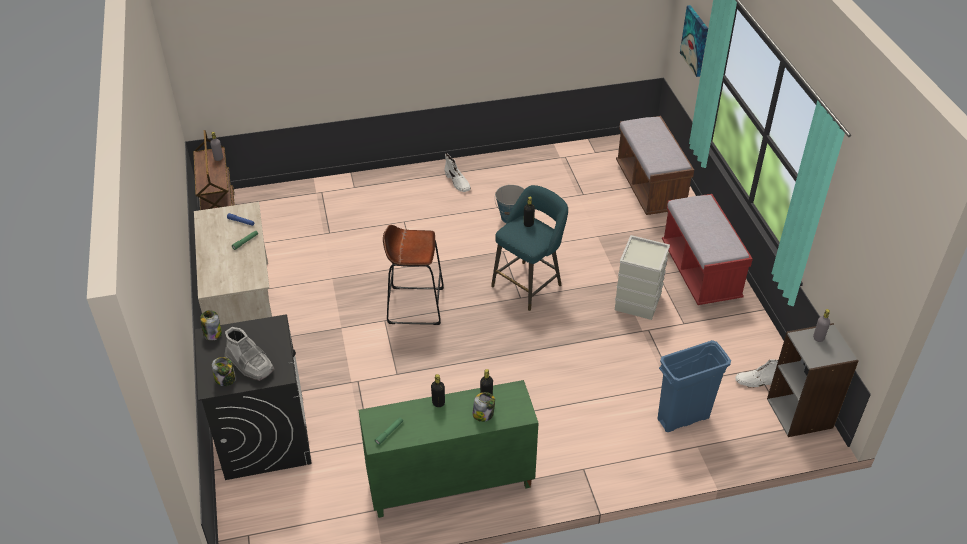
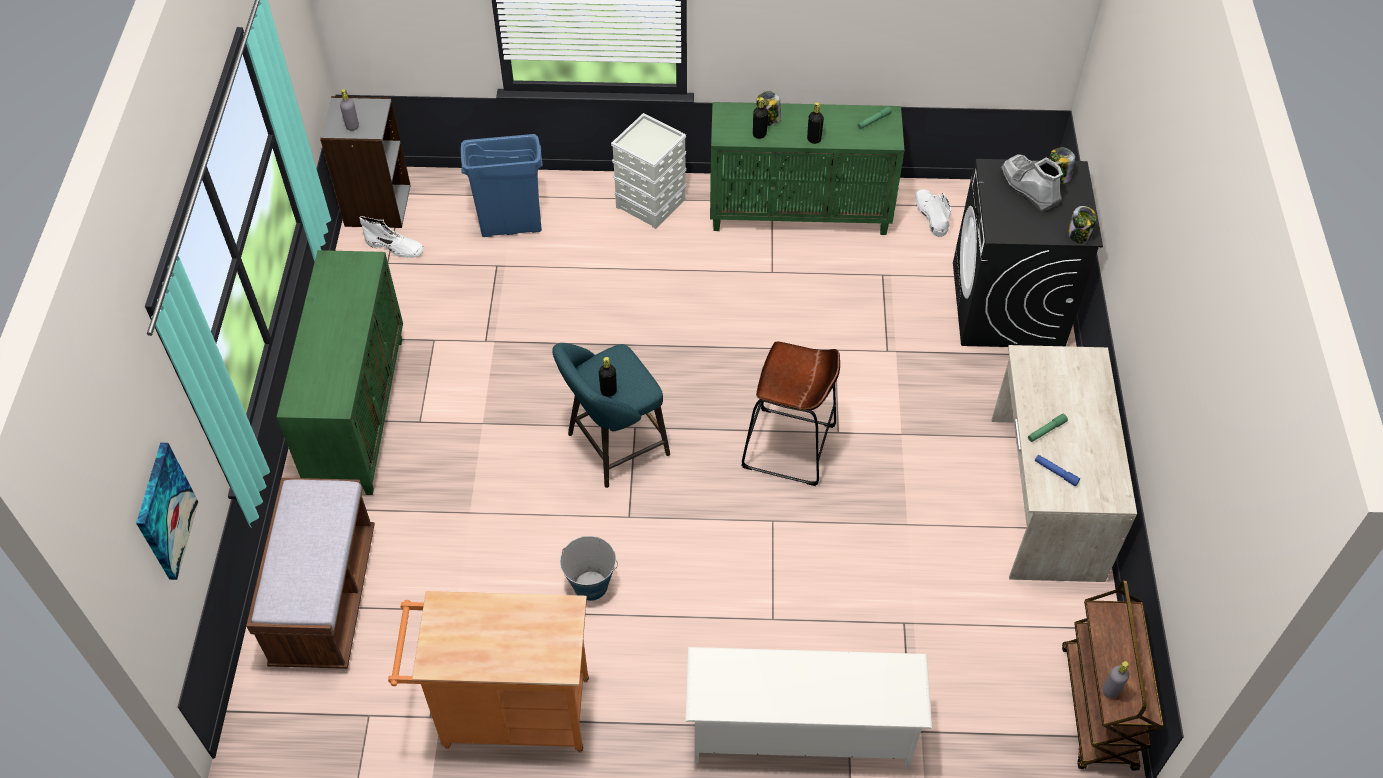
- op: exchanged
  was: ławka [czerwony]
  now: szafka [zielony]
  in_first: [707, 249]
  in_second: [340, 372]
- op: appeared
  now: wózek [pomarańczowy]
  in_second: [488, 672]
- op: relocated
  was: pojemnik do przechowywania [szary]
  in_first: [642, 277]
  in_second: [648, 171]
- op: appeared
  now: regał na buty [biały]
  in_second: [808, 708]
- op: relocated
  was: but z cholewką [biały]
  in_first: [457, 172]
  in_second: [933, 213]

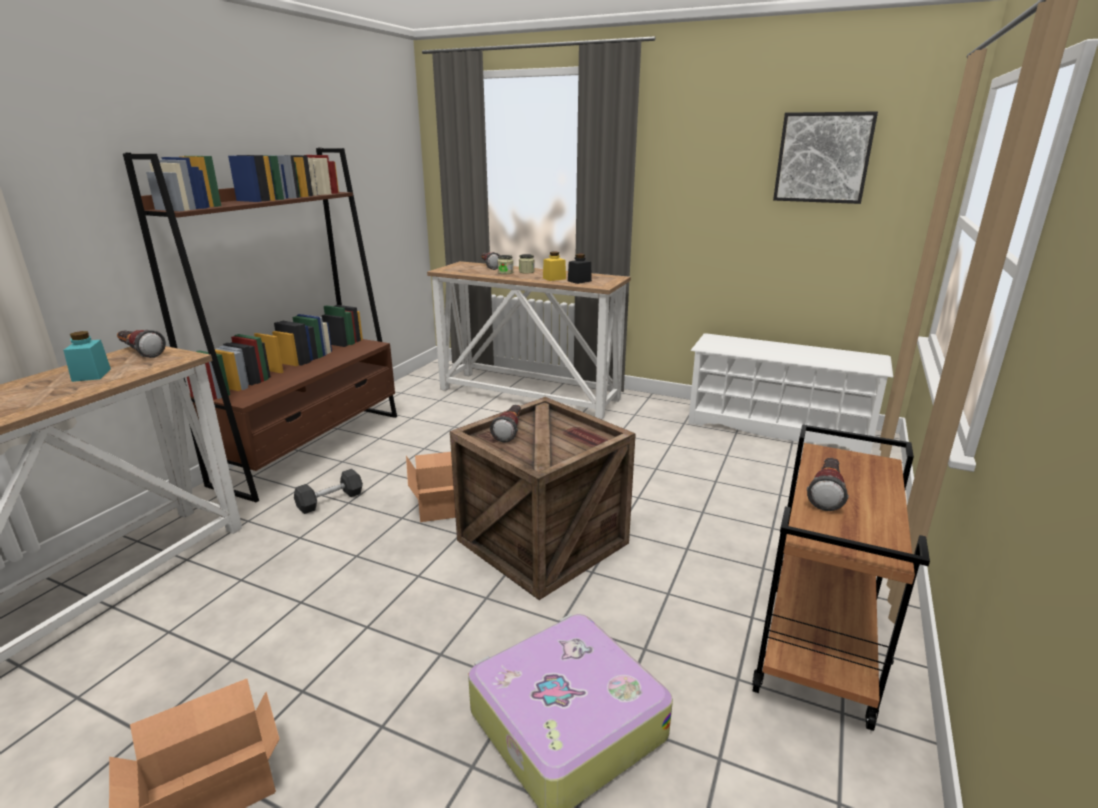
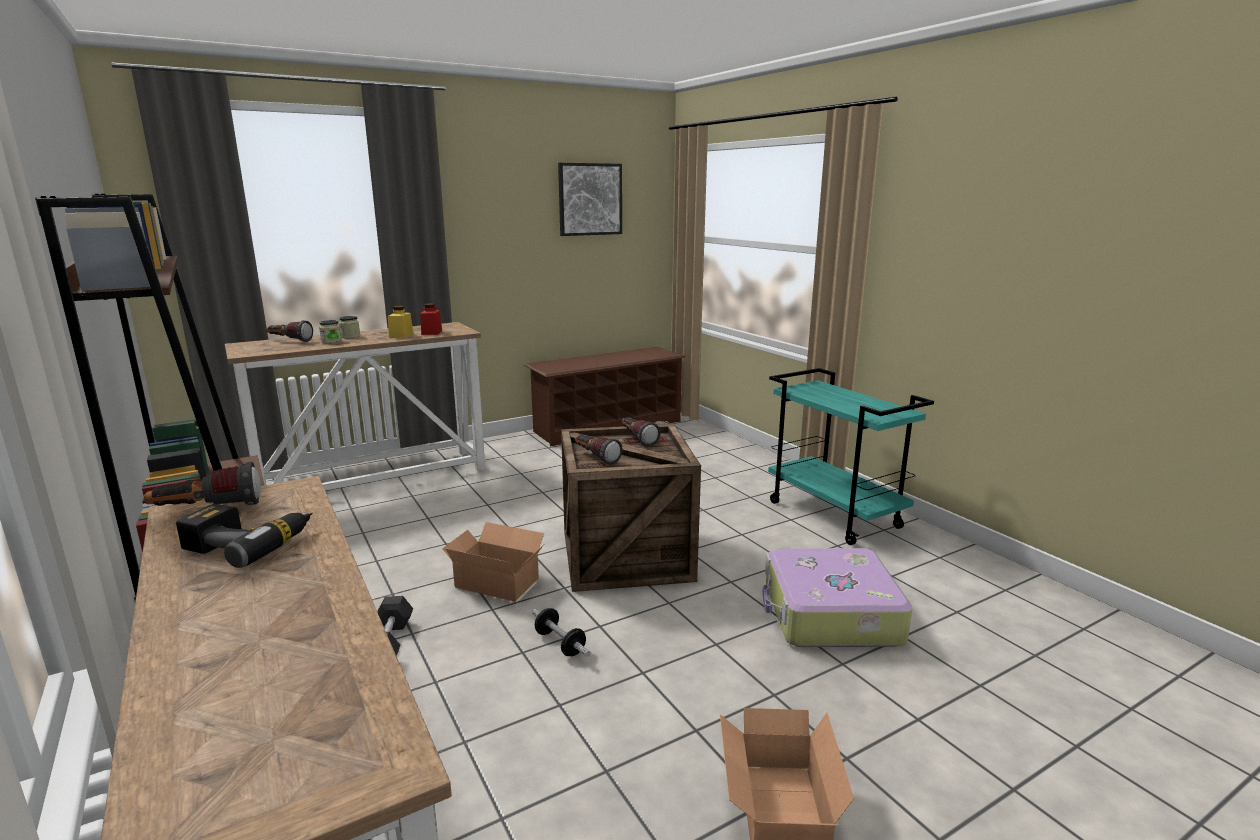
- op: exchanged
  was: słoik [turkusowy]
  now: wiertarka
  in_first: [87, 356]
  in_second: [244, 536]
- op: colour
  was: słoik [czarny]
  now: słoik [czerwony]
  in_first: [580, 269]
  in_second: [431, 319]
- op: colour
  was: regał na buty [biały]
  now: regał na buty [brązowy]
  in_first: [790, 393]
  in_second: [605, 396]
- op: appeared
  now: hantel
  in_second: [561, 632]
- op: relocated
  was: latarka
  in_first: [828, 484]
  in_second: [641, 432]
- op: colour
  was: wózek [brązowy]
  now: wózek [turkusowy]
  in_first: [841, 577]
  in_second: [851, 456]

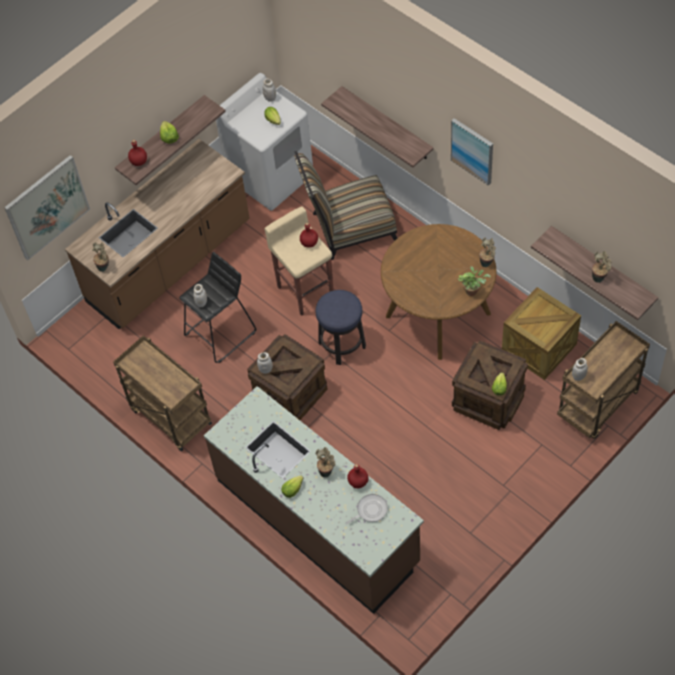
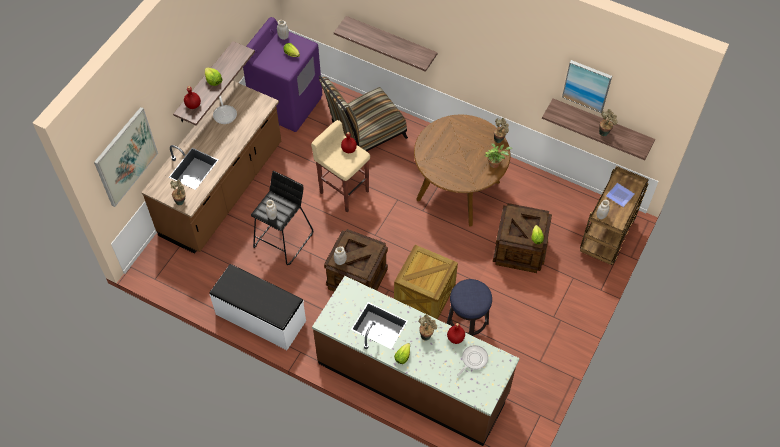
- op: exchanged
  was: wózek [brązowy]
  now: ławka [biały]
  in_first: [162, 393]
  in_second: [257, 307]
- op: appeared
  now: patelnia
  in_second: [225, 109]
- op: colour
  was: pralka [biały]
  now: pralka [fioletowy]
  in_first: [264, 142]
  in_second: [282, 74]
- op: relocated
  was: skrzynka
  in_first: [541, 333]
  in_second: [426, 282]
- op: relocated
  was: stołek
  in_first: [340, 327]
  in_second: [469, 307]
- op: relocated
  was: obraz
  in_first: [472, 152]
  in_second: [587, 86]
- op: appeared
  now: talerz
  in_second: [620, 195]

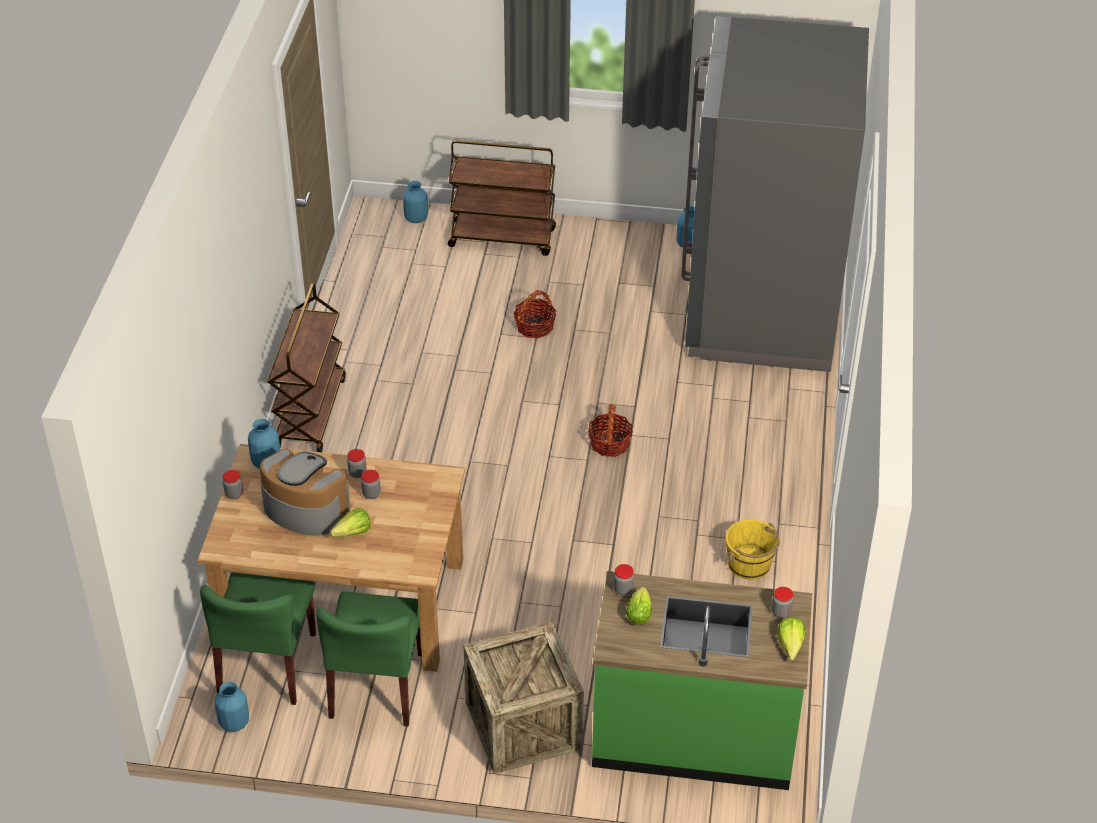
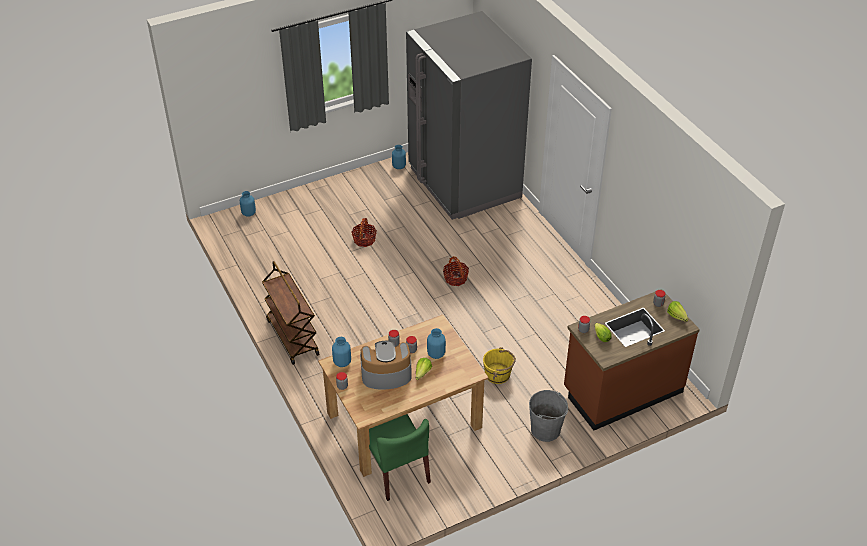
- op: relocated
  was: wazon [niebieski]
  in_first: [232, 707]
  in_second: [436, 343]
- op: relocated
  was: wiadro [żółty]
  in_first: [752, 549]
  in_second: [499, 365]
- op: exchanged
  was: skrzynka
  now: wiadro [szary]
  in_first: [523, 698]
  in_second: [548, 416]
- op: colour
  was: zabudowa kuchenna [zielony]
  now: zabudowa kuchenna [brązowy]
  in_first: [702, 680]
  in_second: [632, 360]
- op: missing
  was: krzesło [zielony]
  in_first: [369, 659]
- op: missing
  was: wózek [brązowy]
  in_first: [502, 198]

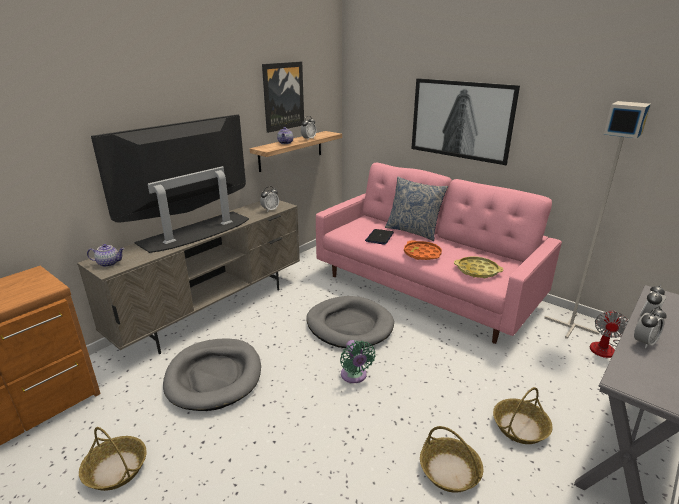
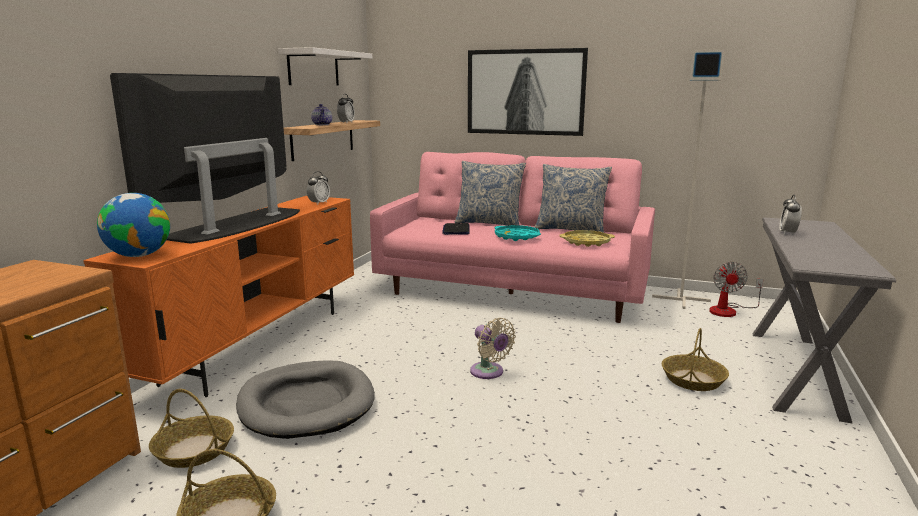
- op: colour
  was: szafka pod telewizor [beżowy]
  now: szafka pod telewizor [pomarańczowy]
  in_first: [188, 277]
  in_second: [218, 296]
- op: exchanged
  was: imbryk
  now: globus
  in_first: [106, 255]
  in_second: [133, 225]
- op: relocated
  was: koszyk
  in_first: [451, 459]
  in_second: [191, 428]
- op: exchanged
  was: obraz
  now: półka [biały]
  in_first: [283, 97]
  in_second: [325, 66]
- op: colour
  was: wentylator [zielony]
  now: wentylator [beżowy]
  in_first: [358, 361]
  in_second: [493, 348]
- op: colour
  was: taca [pomarańczowy]
  now: taca [turkusowy]
  in_first: [423, 250]
  in_second: [518, 233]
- op: appeared
  now: poduszka
  in_second: [573, 198]
- op: missing
  was: legowisko [szary]
  in_first: [350, 322]
- op: missing
  was: budzik
  in_first: [650, 327]

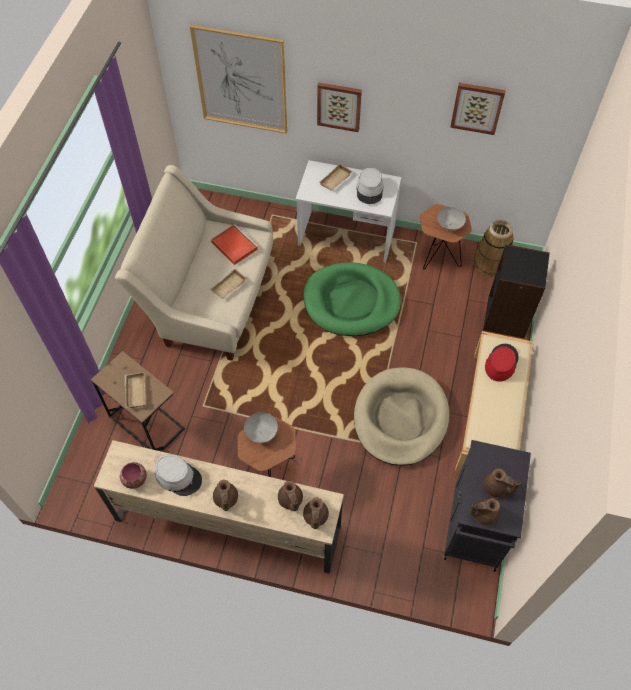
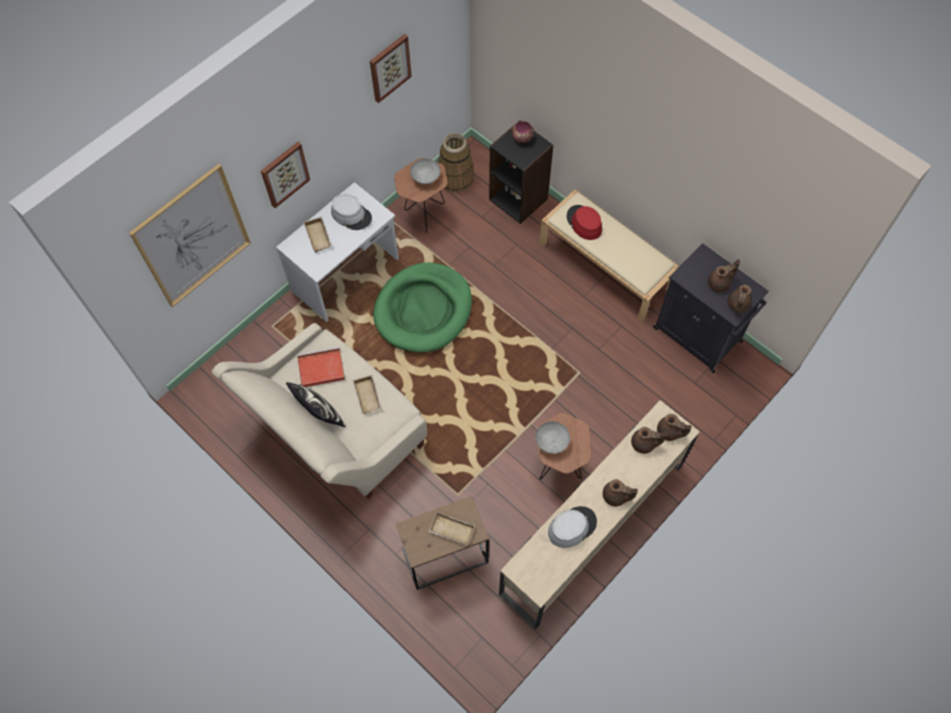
- op: appeared
  now: poduszka
  in_second: [316, 404]
- op: relocated
  was: miska
  in_first: [133, 475]
  in_second: [523, 132]
- op: missing
  was: legowisko [beżowy]
  in_first: [401, 416]

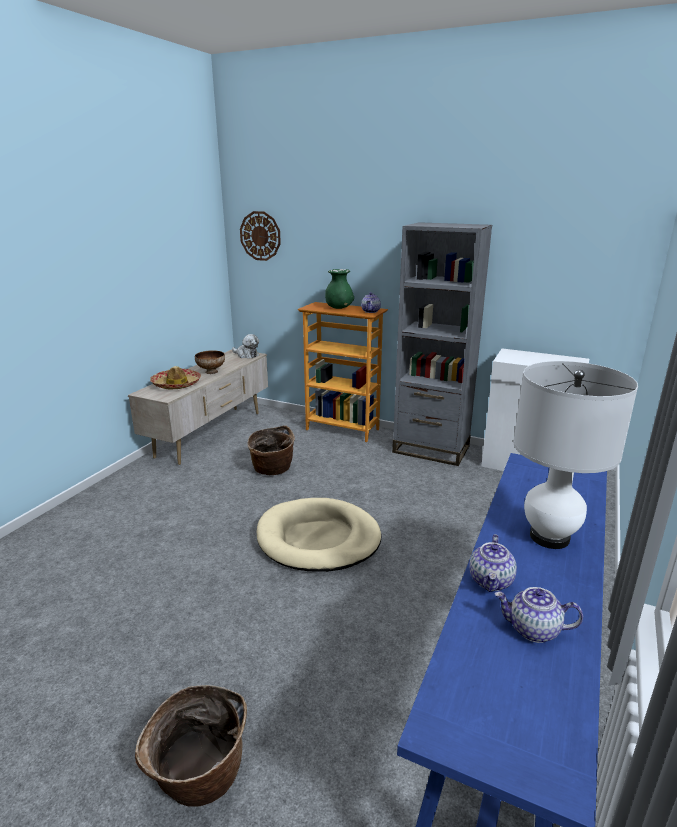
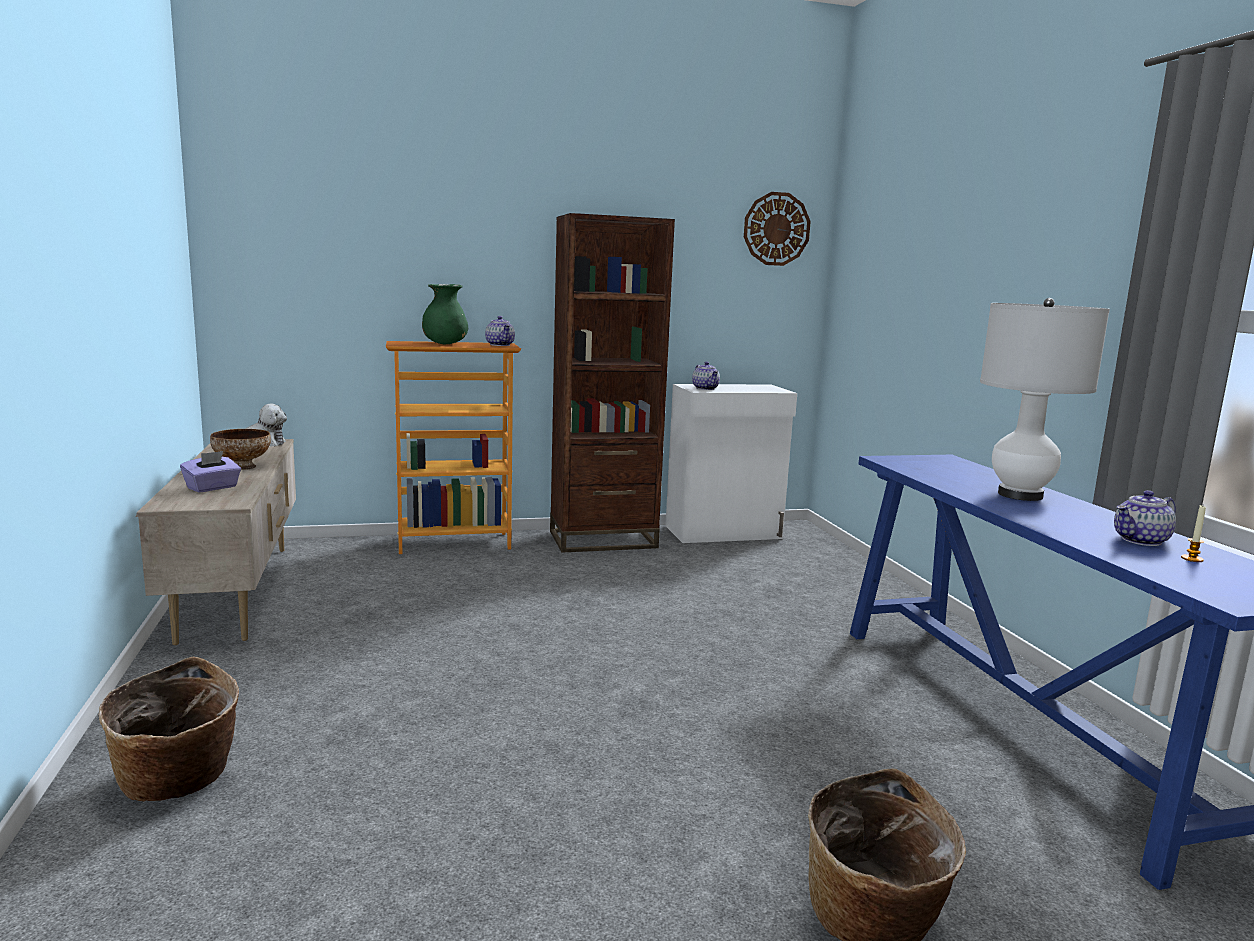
- op: relocated
  was: koszyk
  in_first: [271, 450]
  in_second: [169, 729]
- op: exchanged
  was: kapelusz
  now: pudełko chusteczek [fioletowy]
  in_first: [175, 377]
  in_second: [210, 472]
- op: colour
  was: regał [szary]
  now: regał [brązowy]
  in_first: [442, 344]
  in_second: [612, 382]
- op: relocated
  was: imbryk
  in_first: [493, 563]
  in_second: [706, 376]
- op: relocated
  was: zegar ścienny
  in_first: [260, 236]
  in_second: [777, 229]
- op: appeared
  now: świeca
  in_second: [1193, 533]
- op: missing
  was: legowisko [beżowy]
  in_first: [319, 535]

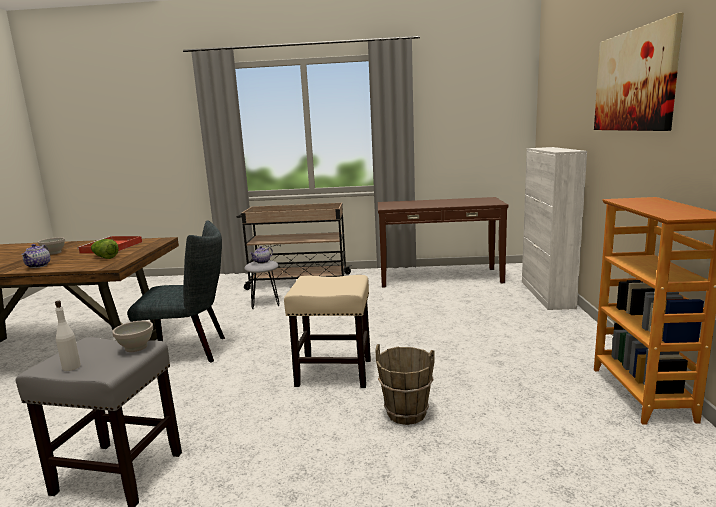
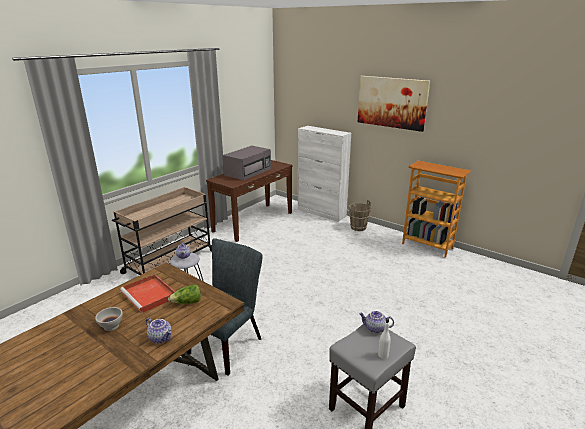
- op: appeared
  now: mikrofalówka [szary]
  in_second: [247, 163]
- op: relocated
  was: wiadro [brązowy]
  in_first: [405, 384]
  in_second: [360, 215]
- op: exchanged
  was: miska [biały]
  now: imbryk
  in_first: [132, 336]
  in_second: [376, 322]
- op: missing
  was: stołek [beżowy]
  in_first: [327, 331]

